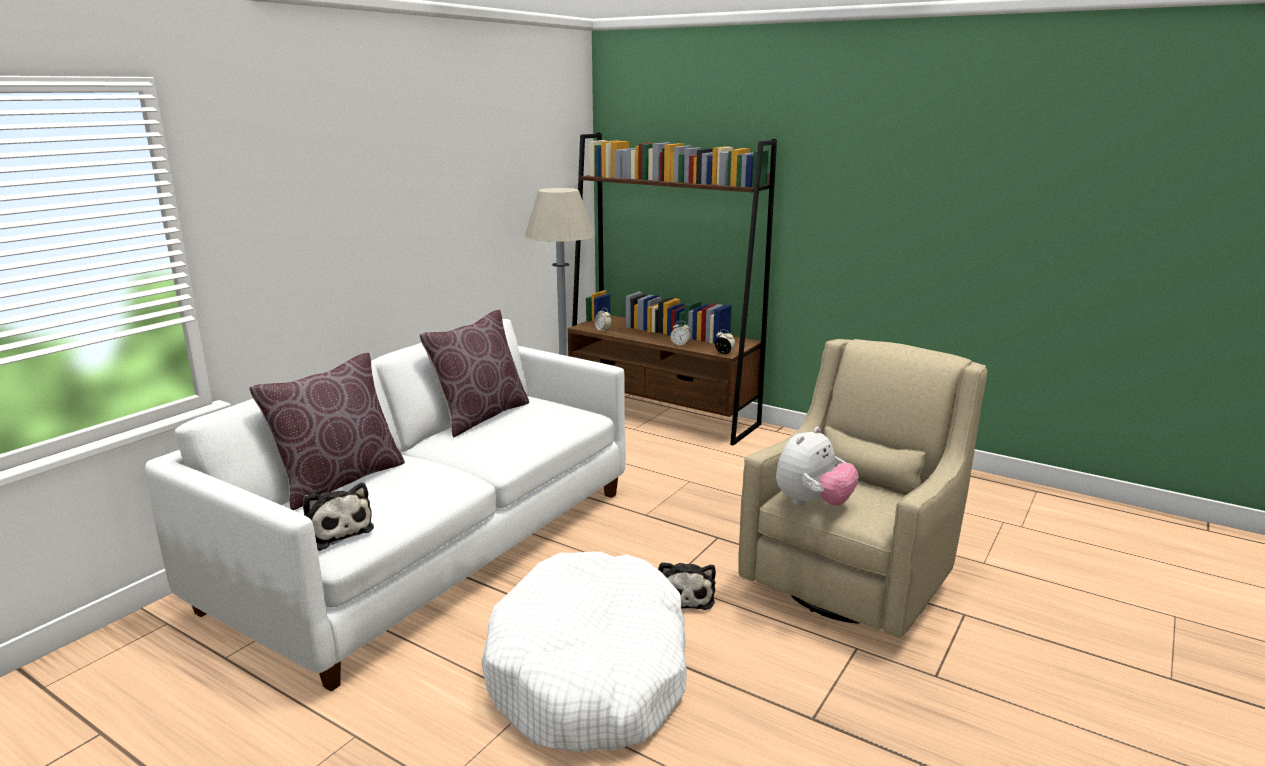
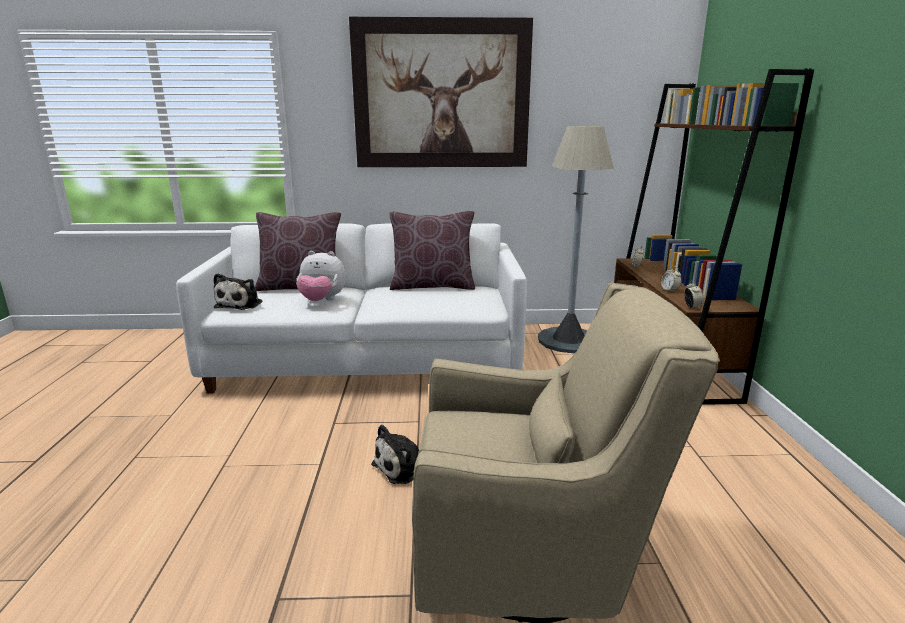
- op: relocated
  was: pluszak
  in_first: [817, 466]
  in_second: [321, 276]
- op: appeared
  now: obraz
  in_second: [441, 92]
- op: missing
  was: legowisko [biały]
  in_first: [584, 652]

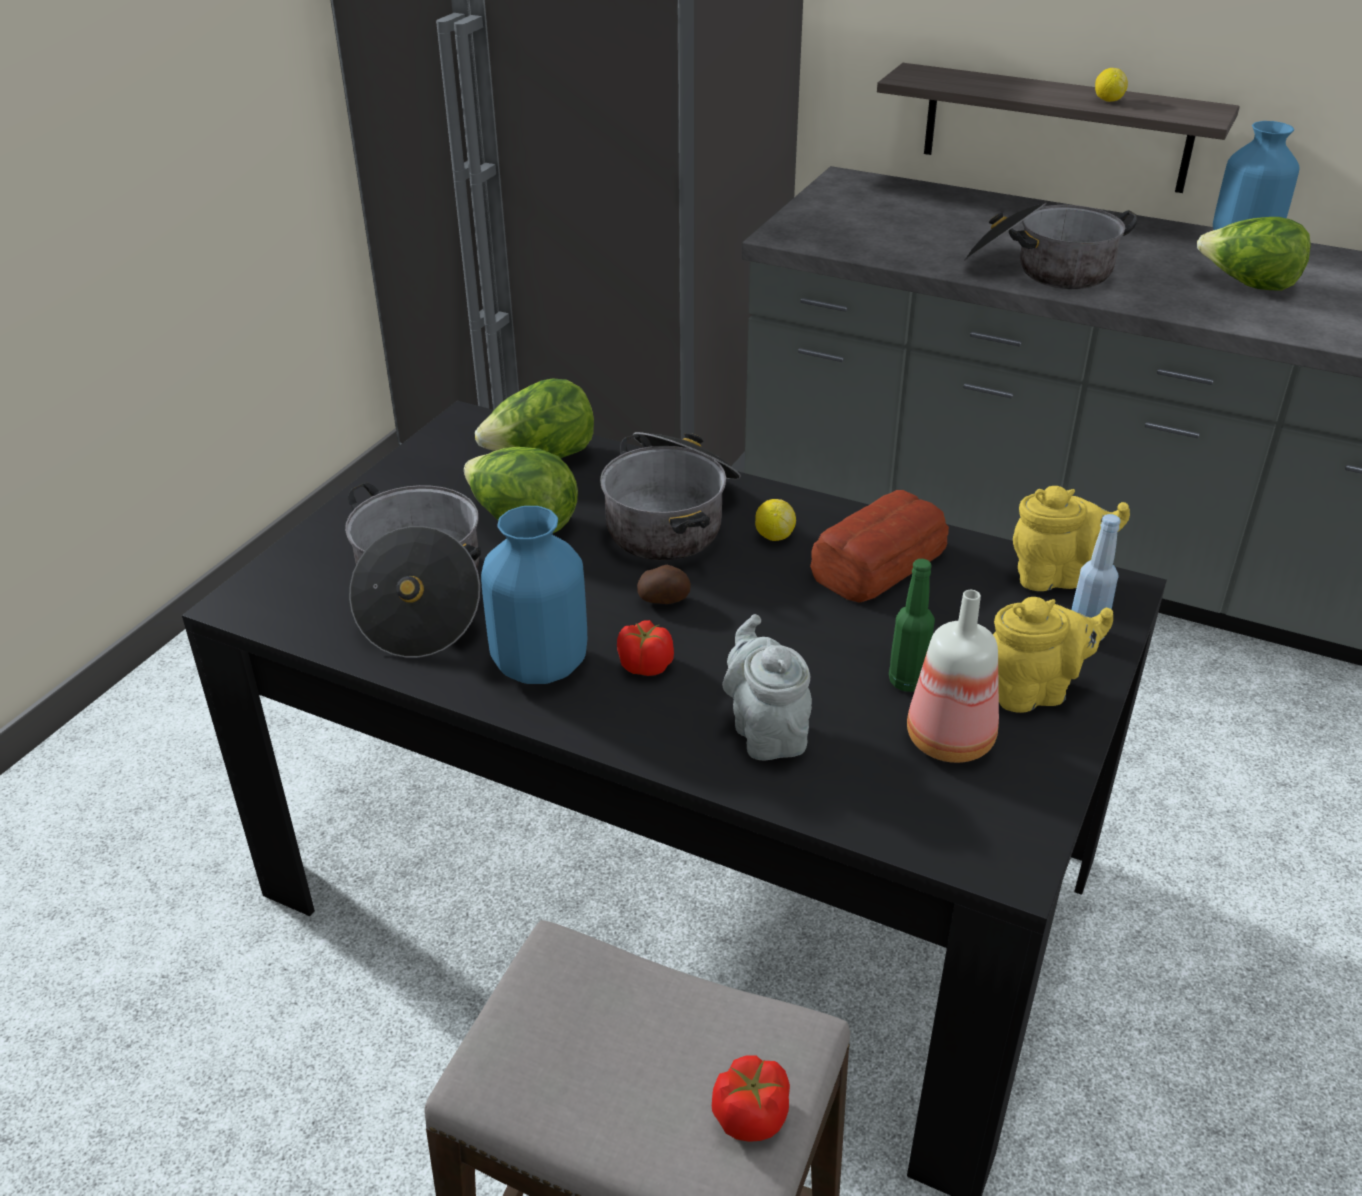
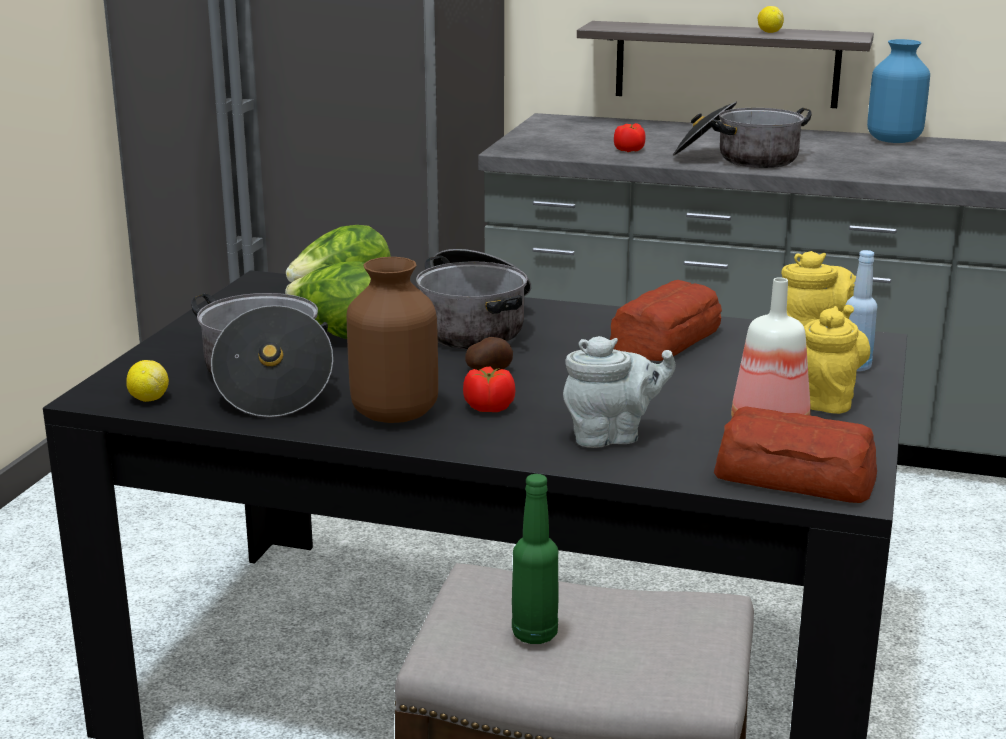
- op: relocated
  was: cytryna
  in_first: [775, 520]
  in_second: [147, 381]
- op: colour
  was: wazon [niebieski]
  now: wazon [brązowy]
  in_first: [534, 595]
  in_second: [392, 340]
- op: relocated
  was: butelka [zielony]
  in_first: [912, 625]
  in_second: [535, 559]
- op: spun
  was: imbryk [szary]
  in_first: [767, 687]
  in_second: [619, 392]
  clockwise: 105
- op: relocated
  was: pomidor
  in_first: [751, 1098]
  in_second: [629, 137]
- op: appeared
  now: chleb
  in_second: [795, 454]
- op: spun
  was: imbryk [żółty]
  in_first: [1053, 655]
  in_second: [837, 359]
  clockwise: -45
- op: missing
  was: sałata
  in_first: [1254, 254]

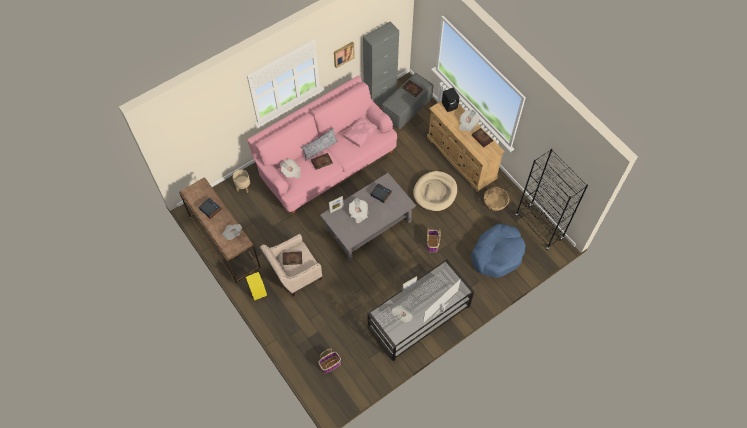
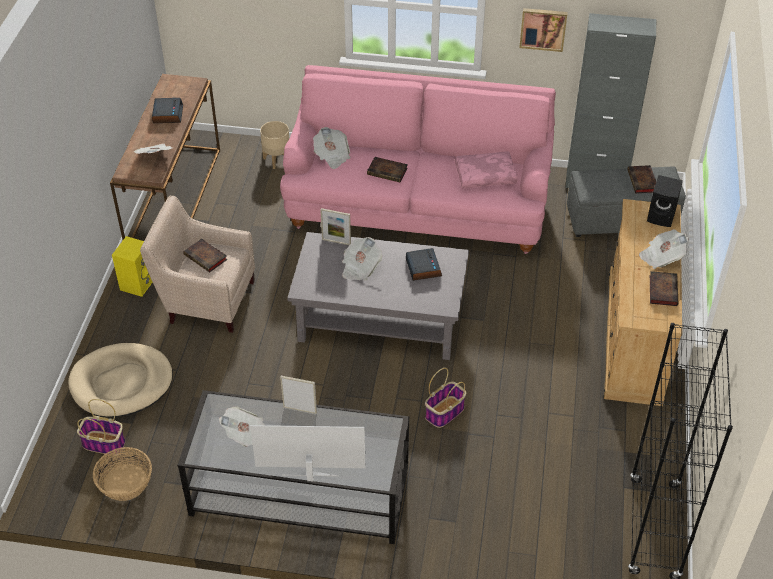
- op: relocated
  was: legowisko [beżowy]
  in_first: [435, 191]
  in_second: [120, 380]
- op: relocated
  was: koszyk
  in_first: [496, 199]
  in_second: [122, 474]
- op: missing
  was: poduszka
  in_first: [319, 144]
- op: missing
  was: legowisko [niebieski]
  in_first: [498, 250]

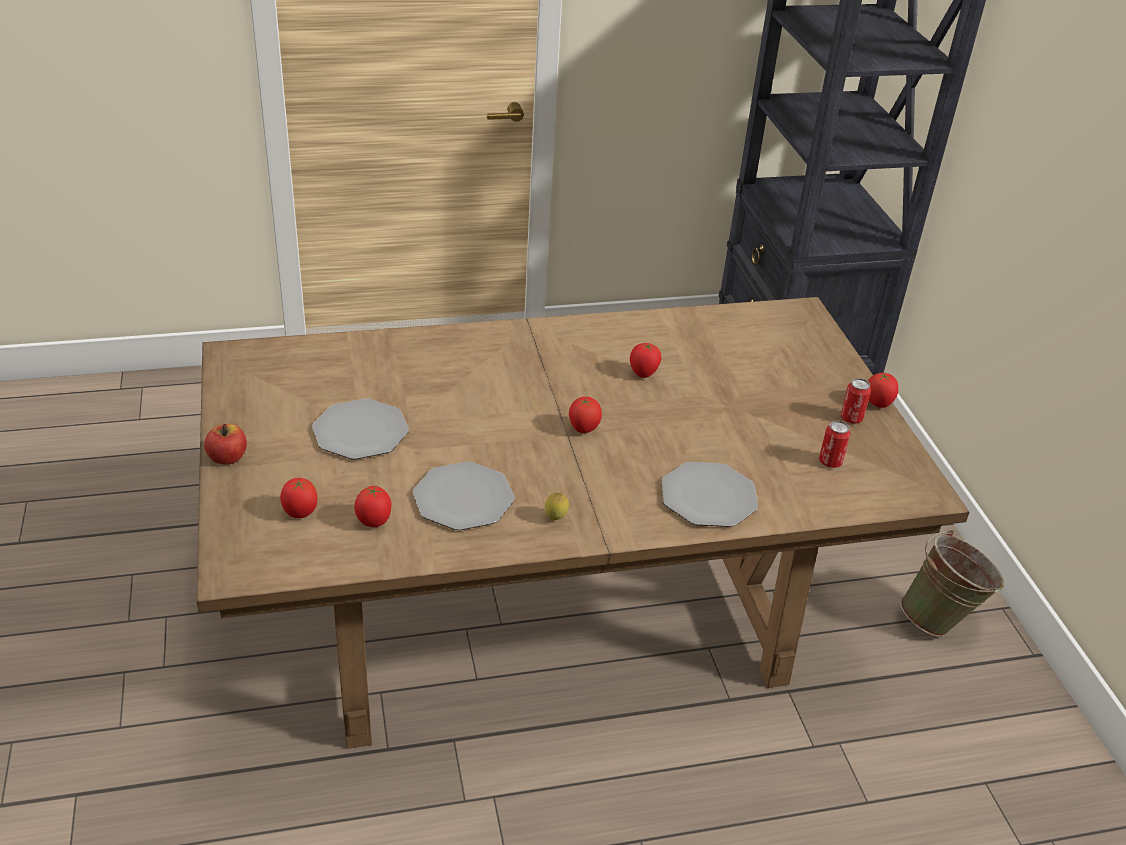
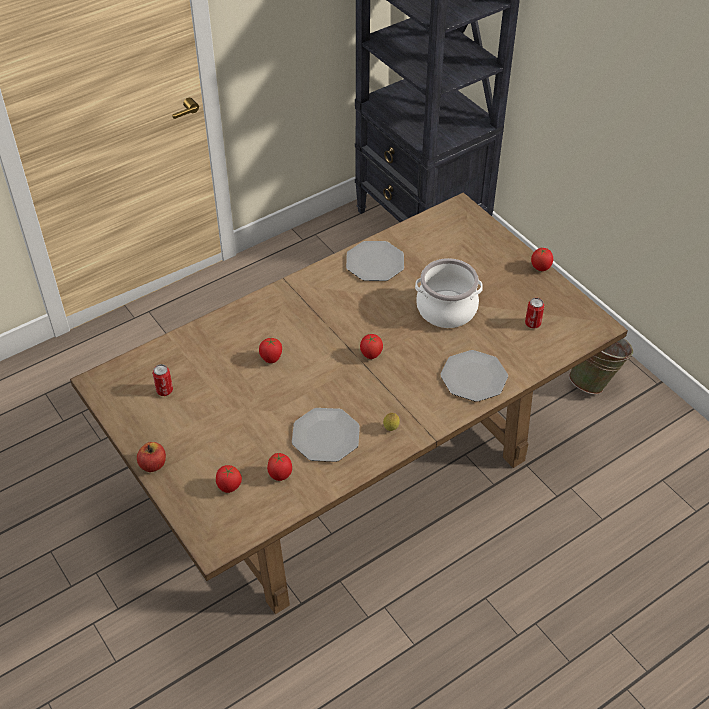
- op: relocated
  was: puszka
  in_first: [856, 401]
  in_second: [162, 380]
- op: relocated
  was: pomidor
  in_first: [645, 360]
  in_second: [270, 350]
- op: relocated
  was: talerz
  in_first: [360, 429]
  in_second: [375, 261]
- op: appeared
  now: garnek
  in_second: [449, 293]

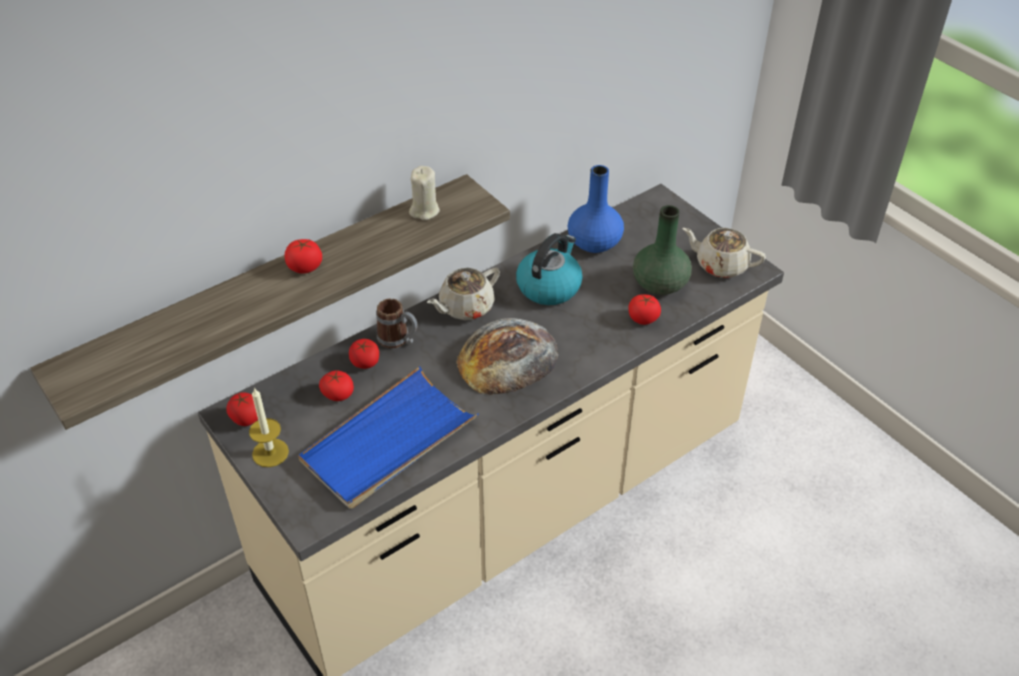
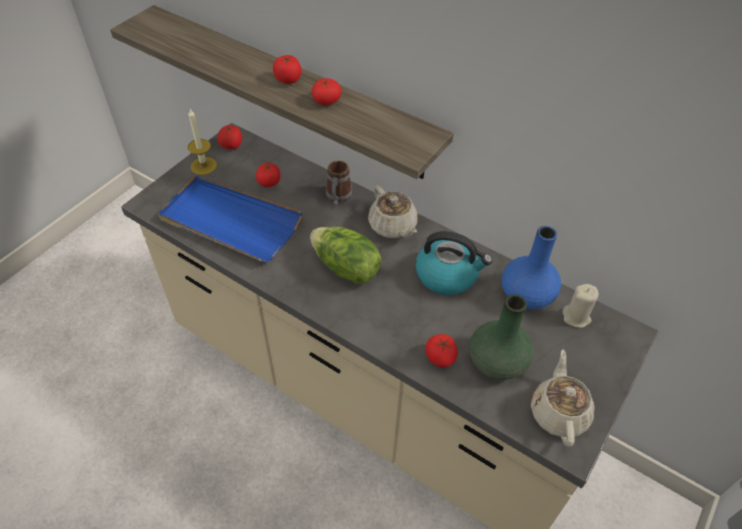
- op: exchanged
  was: chleb
  now: sałata
  in_first: [507, 356]
  in_second: [346, 255]
- op: relocated
  was: pomidor
  in_first: [364, 354]
  in_second: [326, 91]
- op: spun
  was: imbryk [beżowy]
  in_first: [463, 294]
  in_second: [393, 211]
  clockwise: -150
- op: relocated
  was: świeca [beżowy]
  in_first: [424, 193]
  in_second: [581, 306]

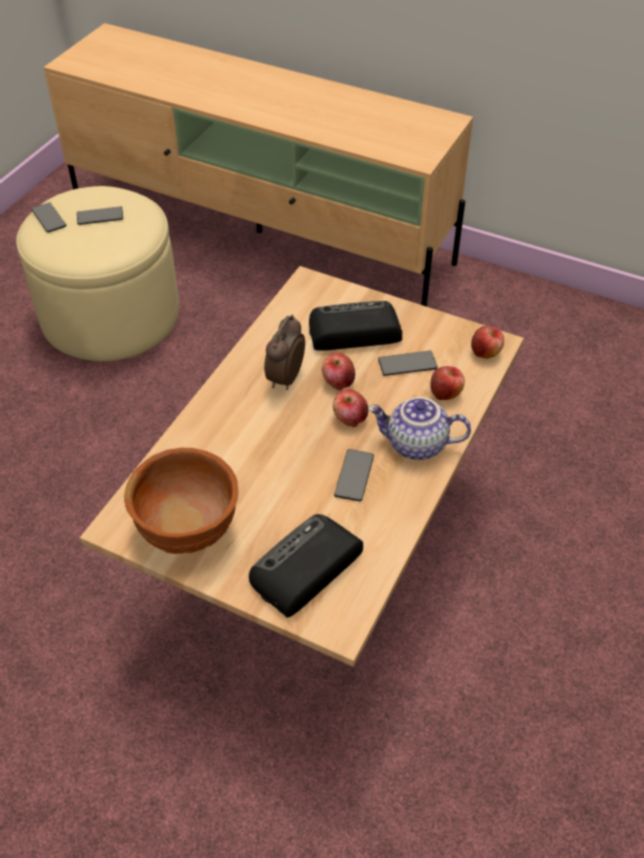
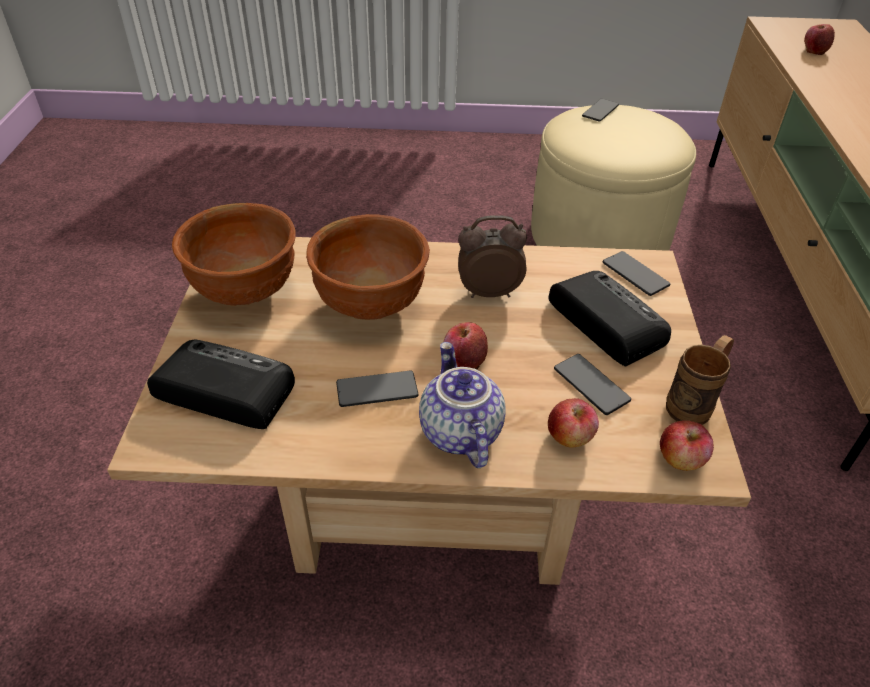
- op: appeared
  now: miska [brązowy]
  in_second: [368, 267]
- op: relocated
  was: telefon
  in_first: [100, 216]
  in_second: [636, 273]
- op: appeared
  now: kubek [brązowy]
  in_second: [700, 380]
- op: relocated
  was: jabłko
  in_first: [338, 372]
  in_second: [819, 39]

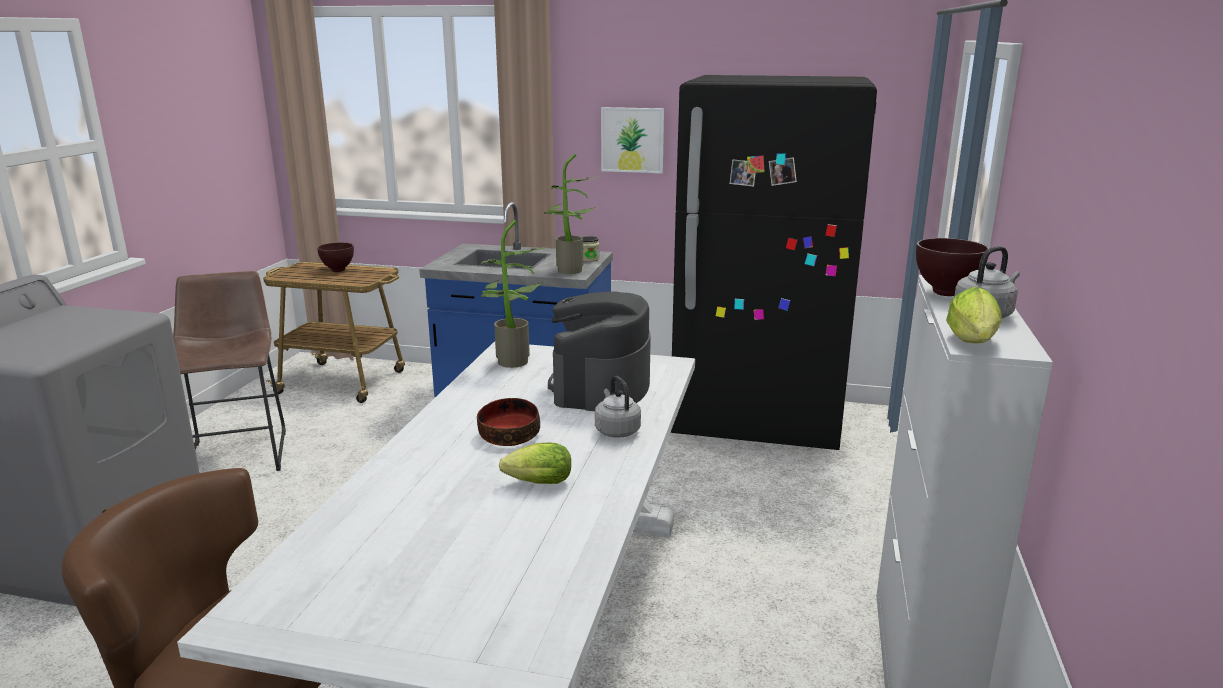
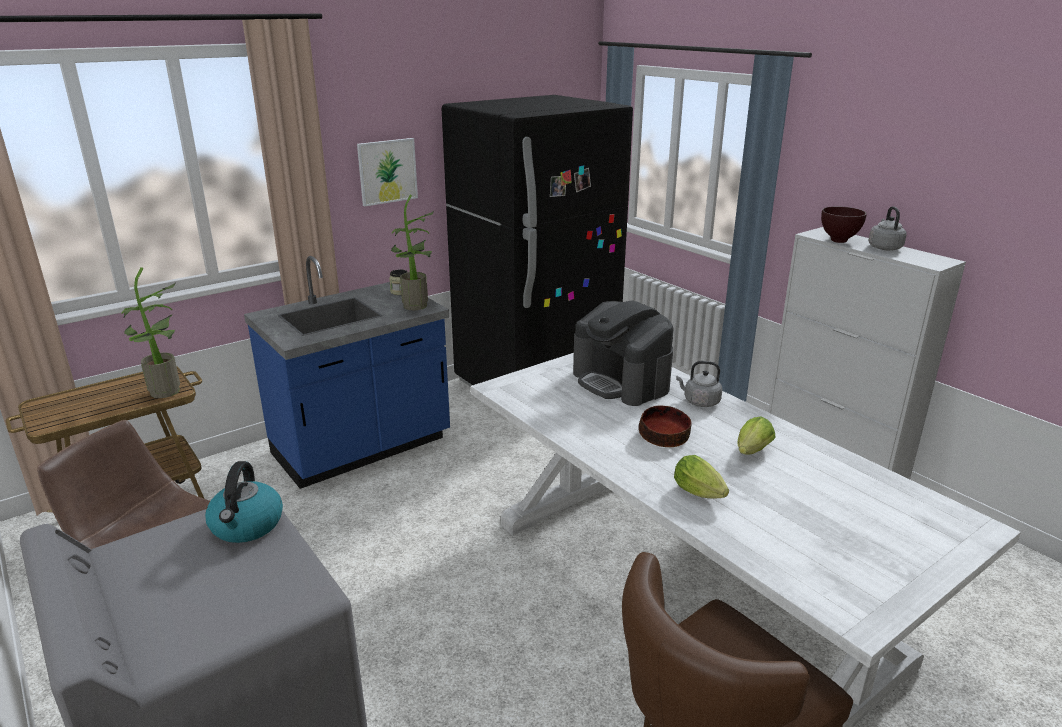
- op: relocated
  was: roślina doniczkowa
  in_first: [514, 294]
  in_second: [150, 332]
- op: appeared
  now: czajnik
  in_second: [244, 502]
- op: relocated
  was: sałata
  in_first: [974, 315]
  in_second: [701, 476]
- op: missing
  was: miska [brązowy]
  in_first: [335, 257]

